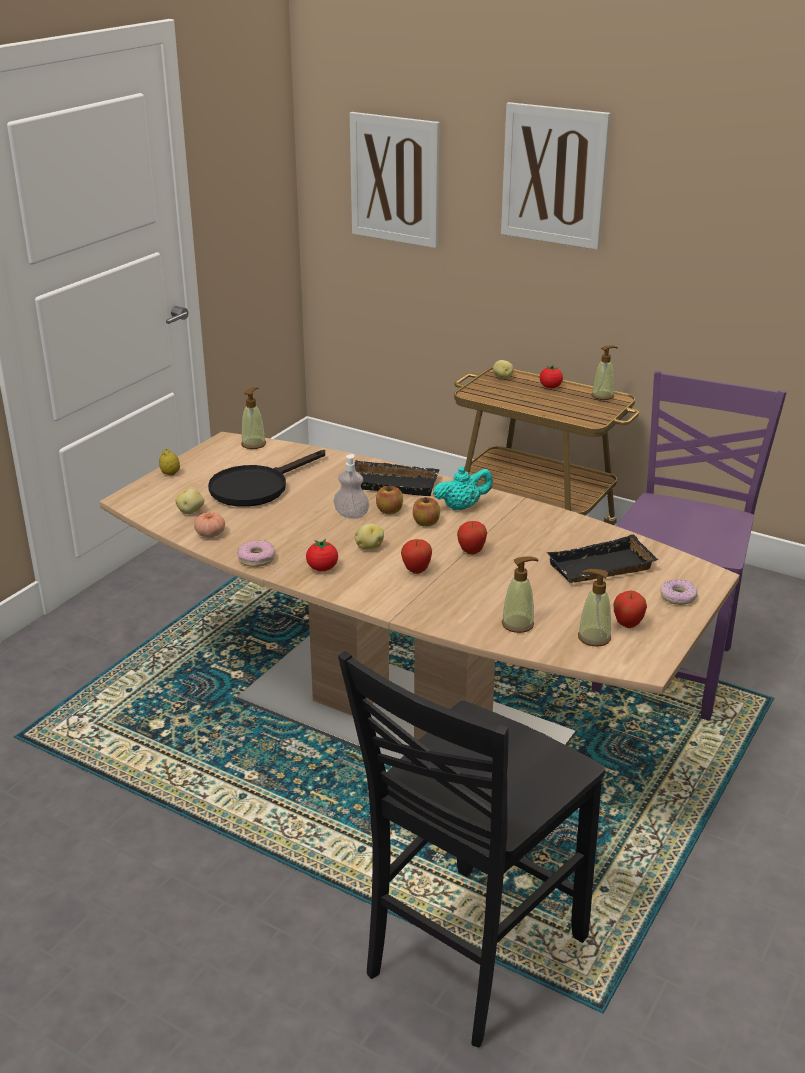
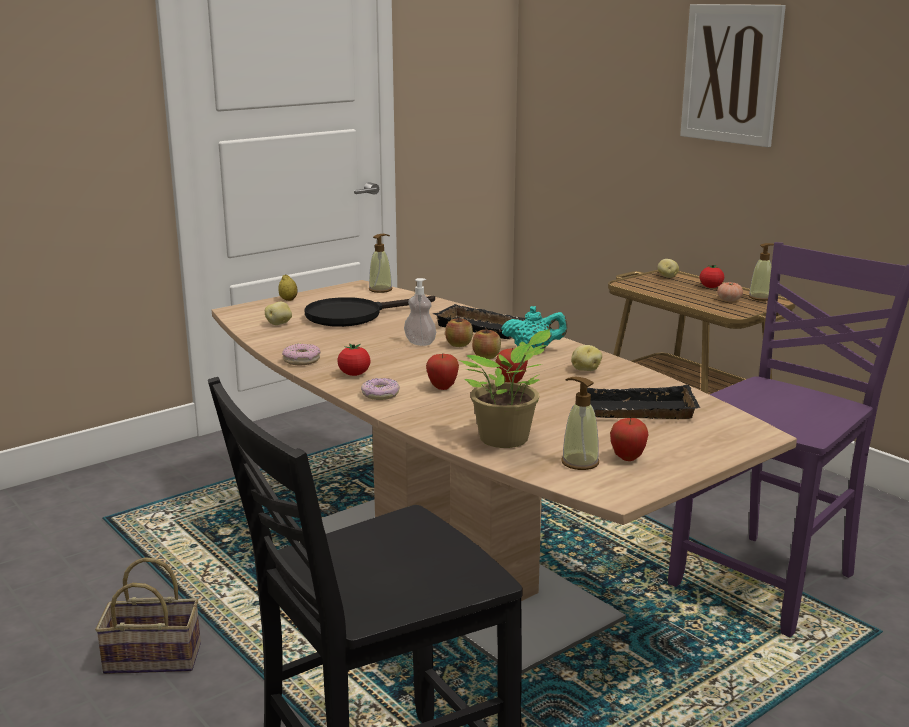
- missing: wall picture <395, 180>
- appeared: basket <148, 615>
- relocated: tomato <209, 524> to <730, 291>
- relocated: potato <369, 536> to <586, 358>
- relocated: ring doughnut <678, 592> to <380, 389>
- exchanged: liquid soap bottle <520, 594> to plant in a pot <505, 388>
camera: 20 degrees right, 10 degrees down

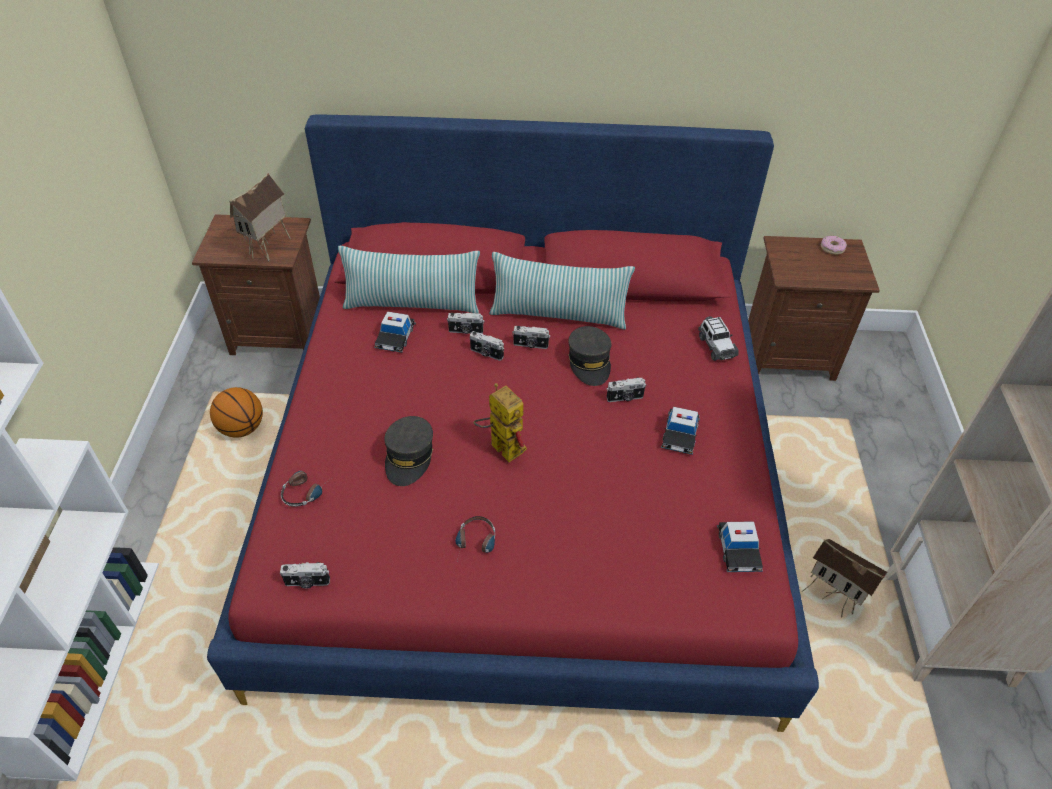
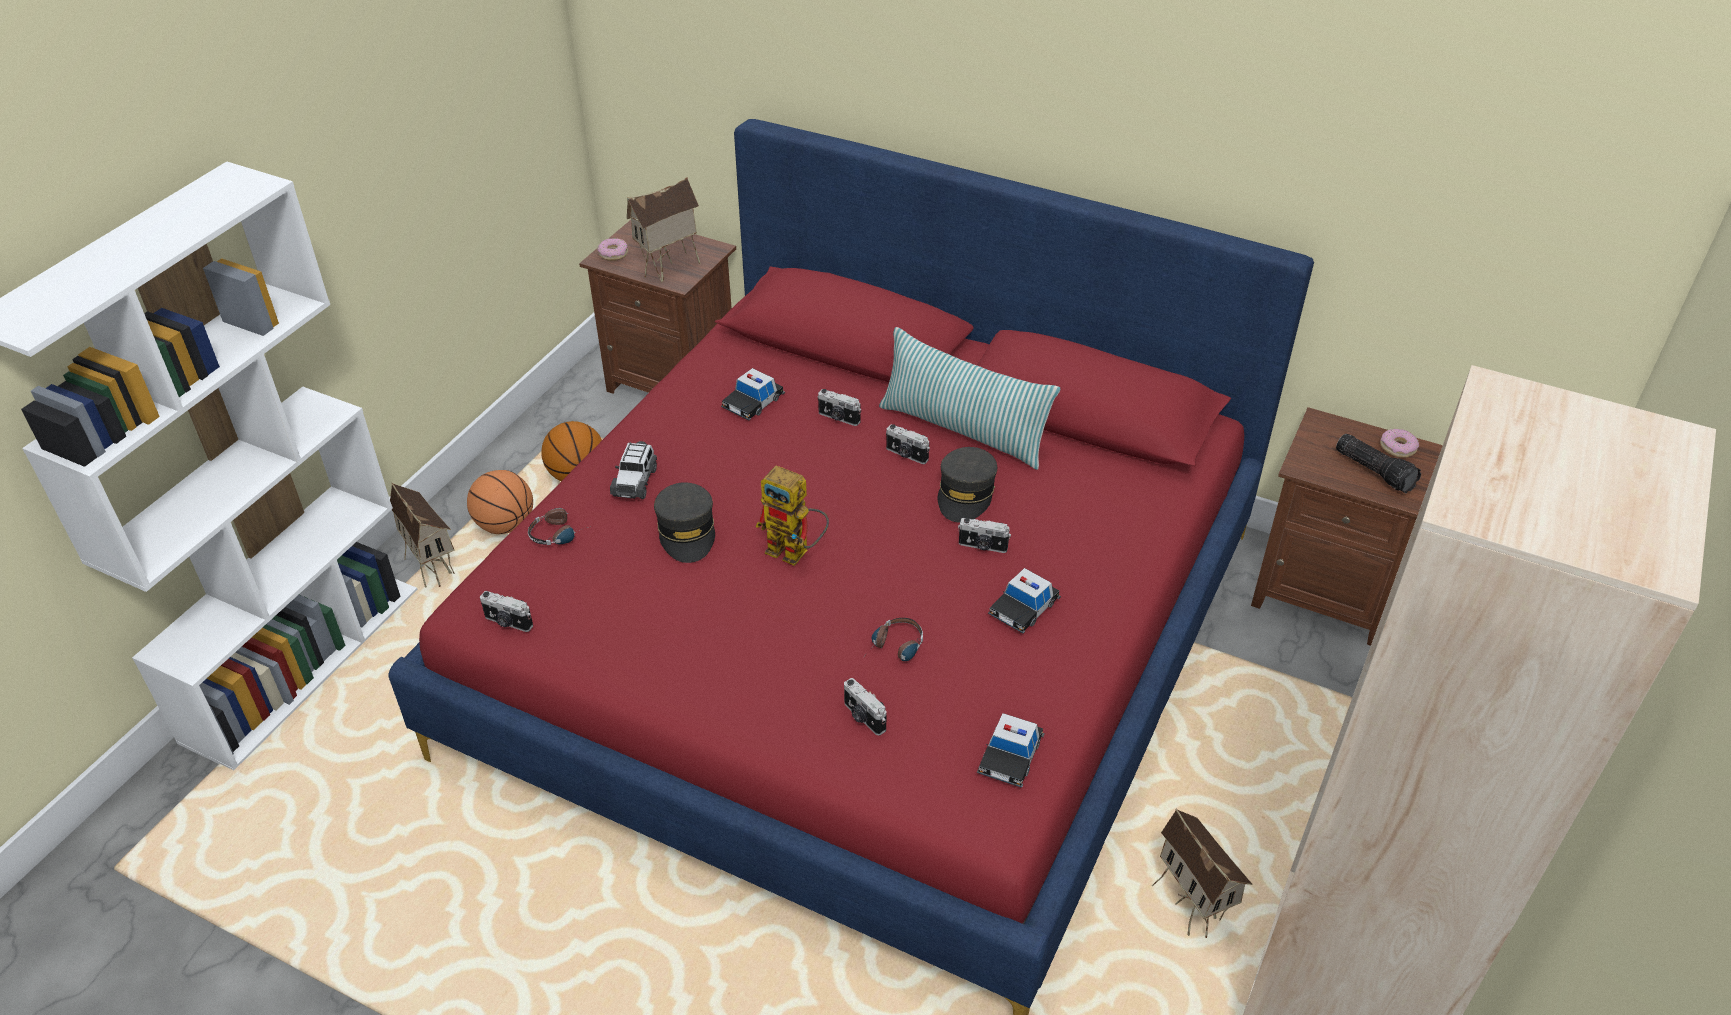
- missing: throw pillow <409, 280>
- appeared: miniature house <422, 535>
- appeared: basketball <500, 502>
- appeared: ring doughnut <612, 249>
- appeared: flashlight <1378, 463>
- relocated: headphones <475, 538> to <894, 639>
- relocated: photo camera <487, 346> to <865, 706>
- relocated: miniature car <718, 338> to <633, 470>
- spun: gray peaked cap <408, 451> = <684, 522> 45 degrees counterclockwise
- spun: model robot <500, 422> = <792, 515> 135 degrees clockwise
camera: 25 degrees right, 5 degrees down

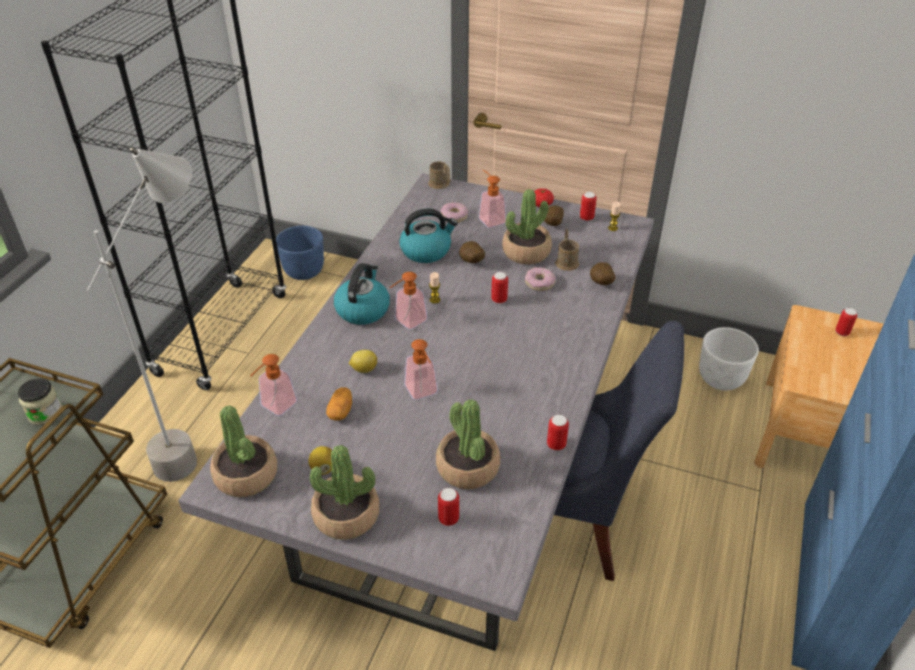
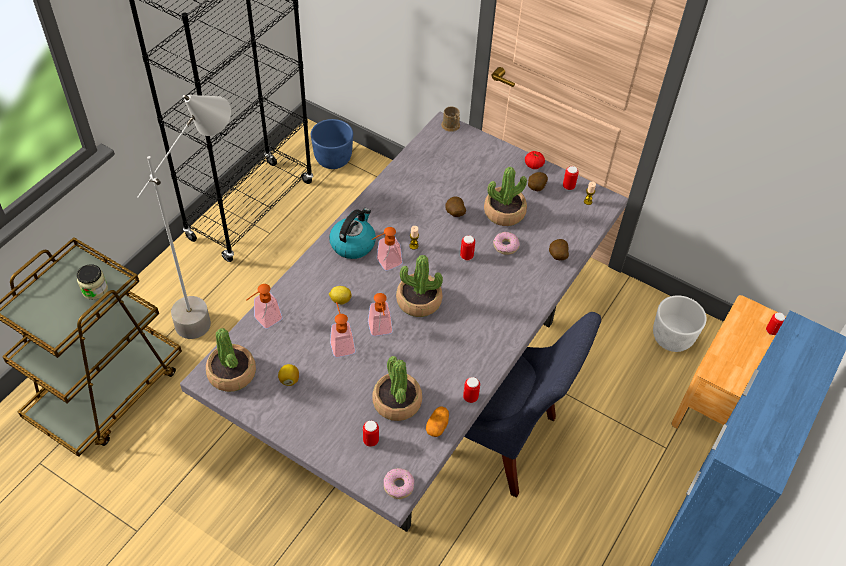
- missing: kettle <428, 235>
- missing: brown tea mug <567, 250>
- relocated: plant in a pot <344, 492> to <419, 286>
- relocated: potato <339, 403> to <437, 421>
- relocated: ring doughnut <454, 212> to <399, 483>
- relocated: liquid soap bottle <492, 199> to <343, 330>
camera: 10 degrees right, 10 degrees up

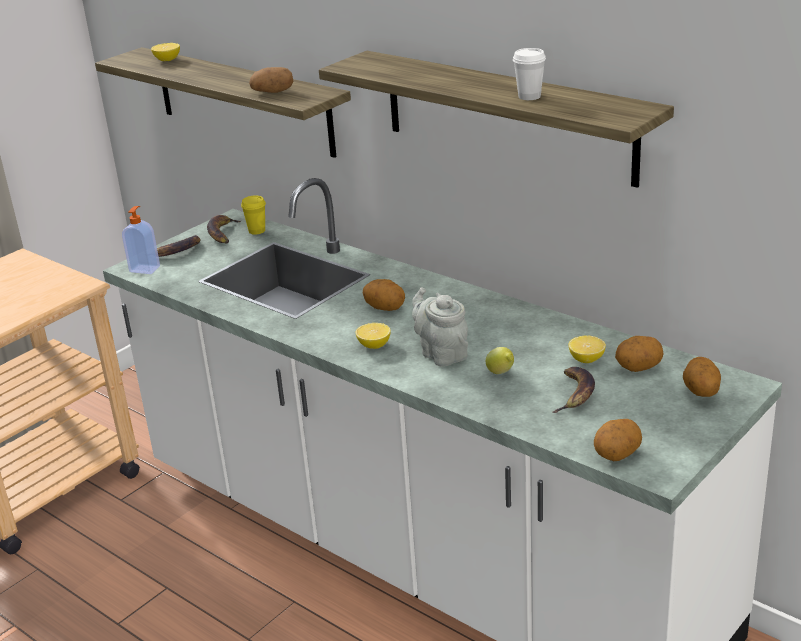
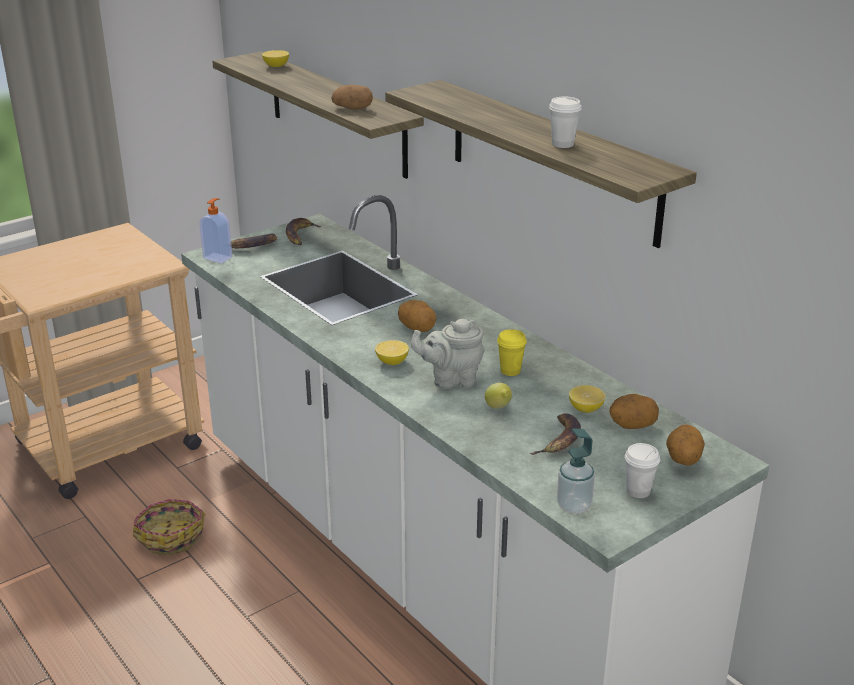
- appeared: basket <169, 527>
- appeared: white-coloured small cup <642, 470>
- relocated: yellow-coloured small cup <253, 215> to <512, 352>
- exchanged: potato <618, 440> to liquid soap bottle <576, 471>
- spun: gray pot for tea <440, 326> = <447, 354> 75 degrees counterclockwise
camera: 10 degrees right, 0 degrees up

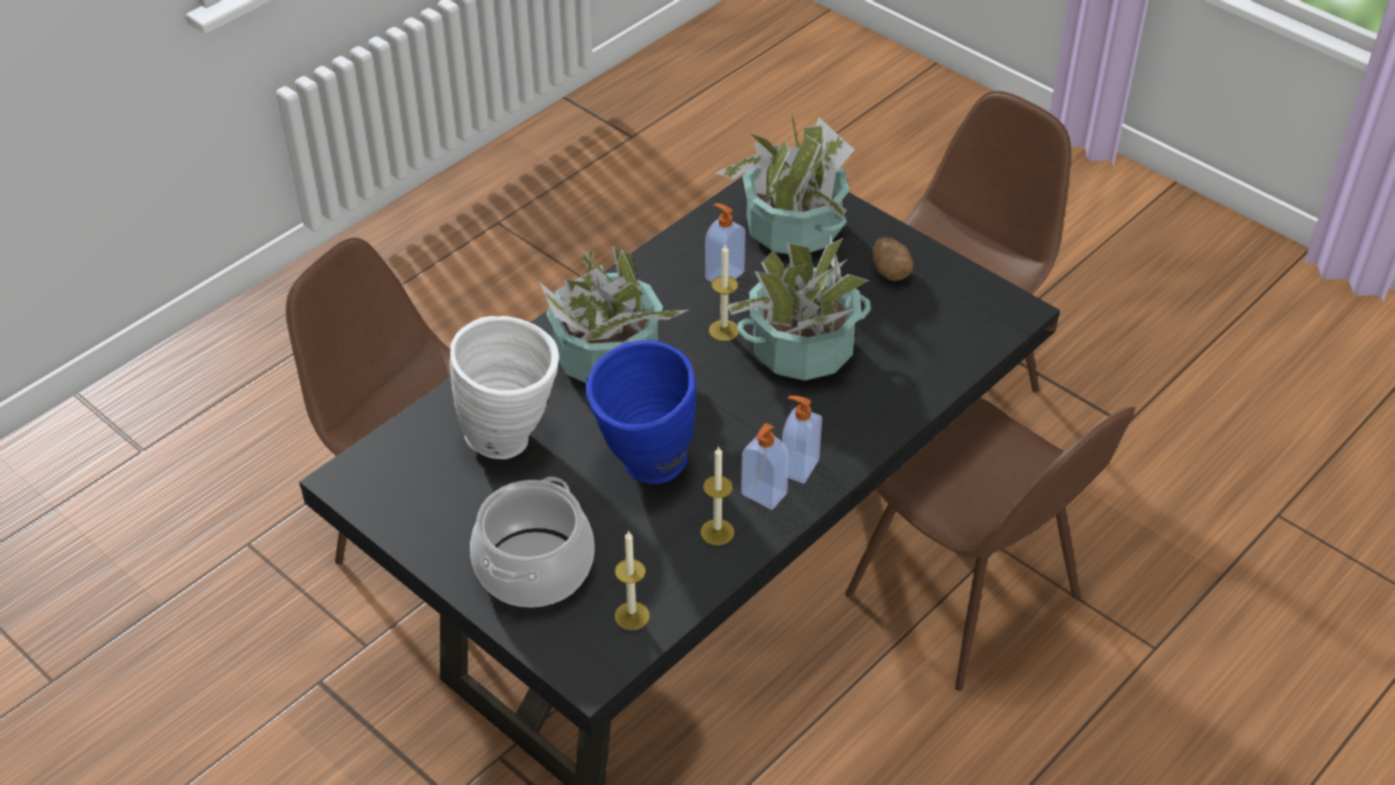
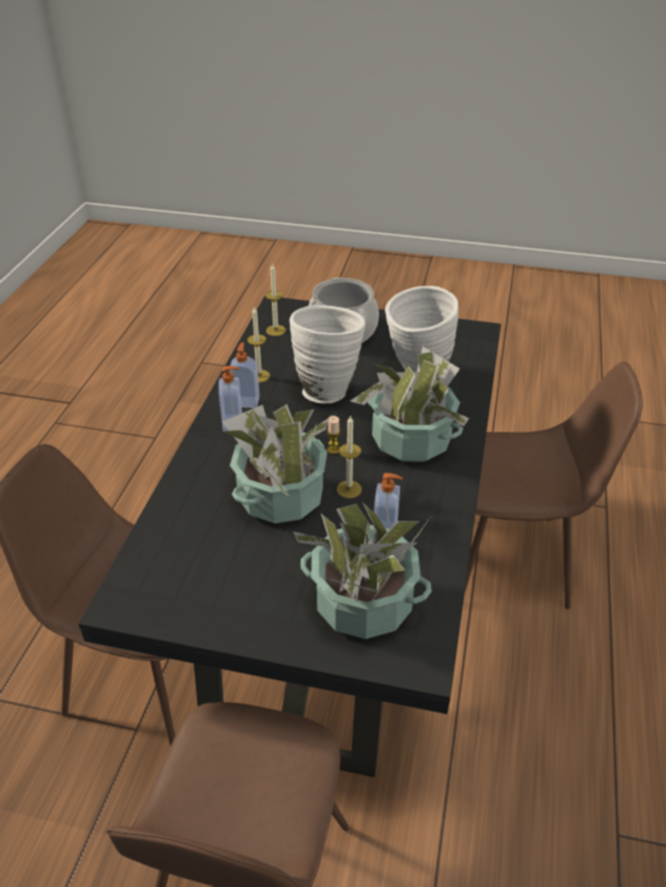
- missing: potato <893, 259>
- appeared: wax candle <334, 435>
- colour: blue decorative vase <641, 412> to white-coloured decorative vase <327, 354>
camera: 150 degrees right, 5 degrees down

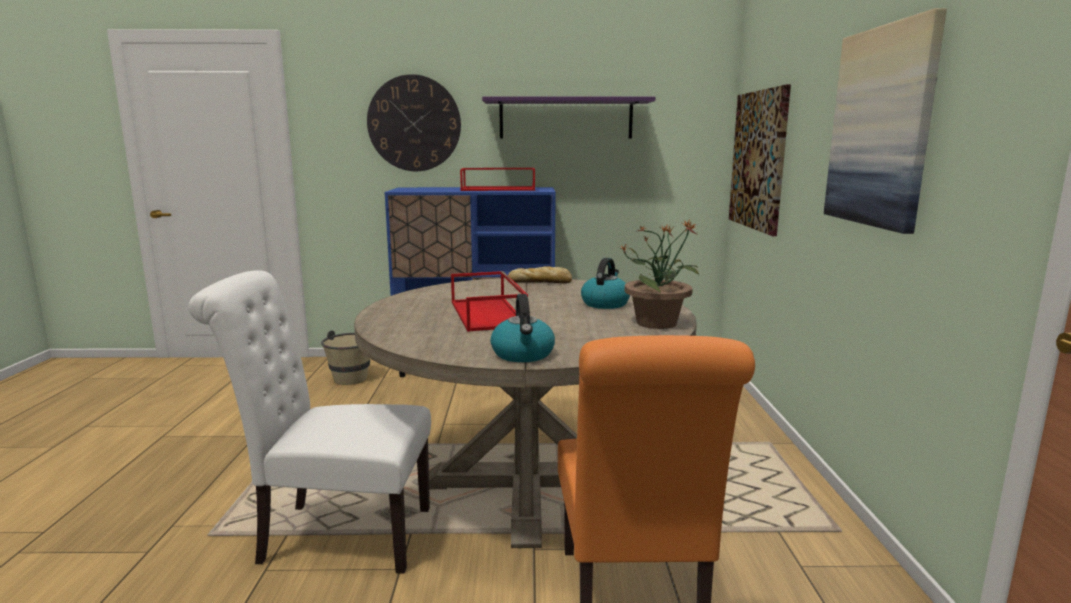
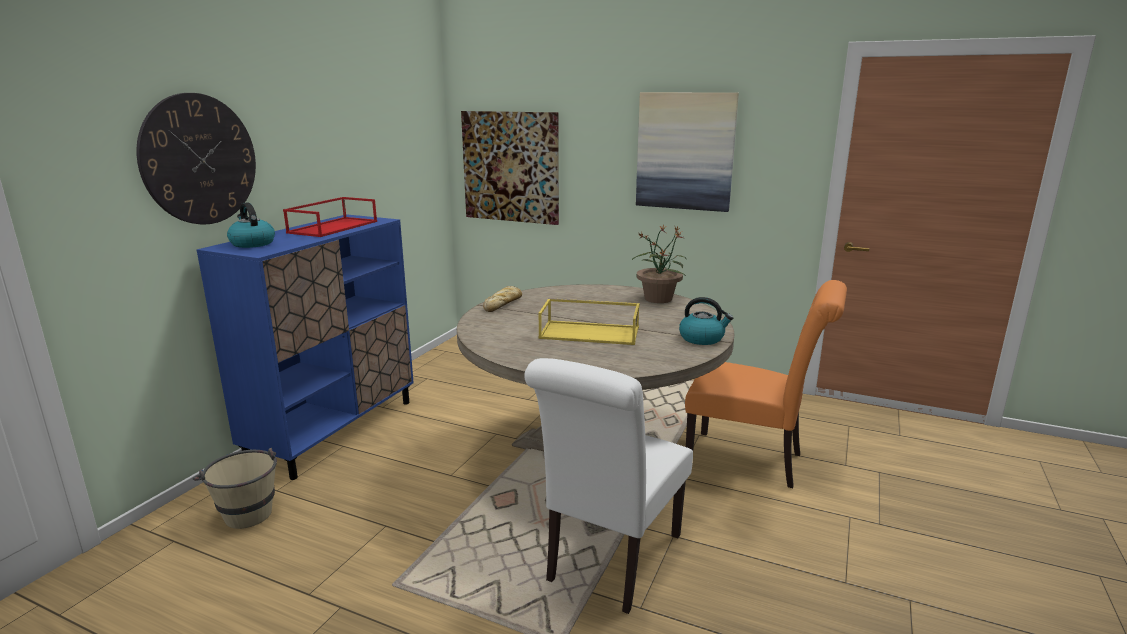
- missing: purple wall shelf <568, 117>
- relocated: kettle <605, 283> to <251, 225>
- colour: red tray <489, 301> to yellow-coloured tray <589, 321>
camera: 65 degrees left, 5 degrees up

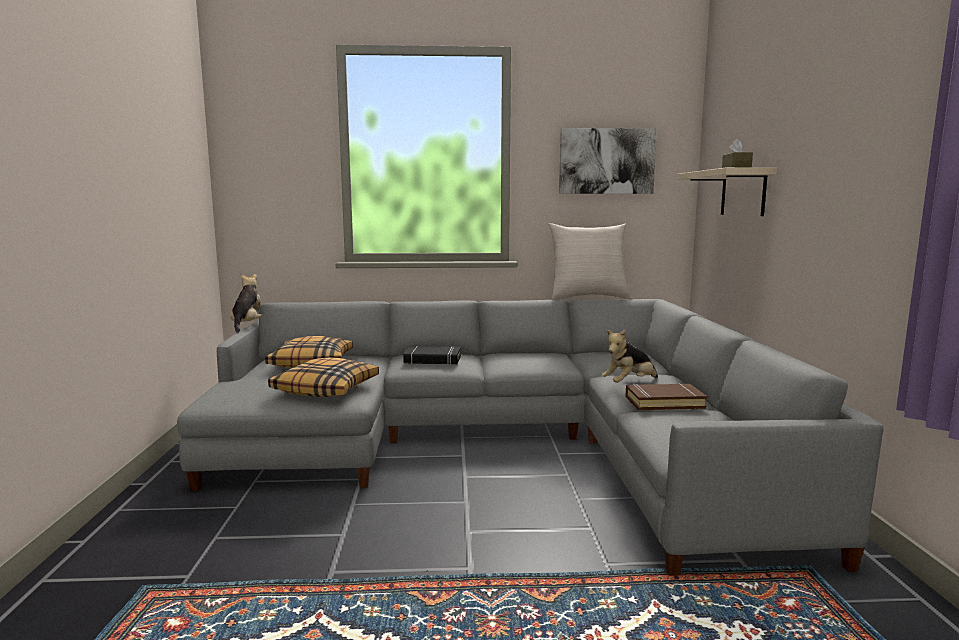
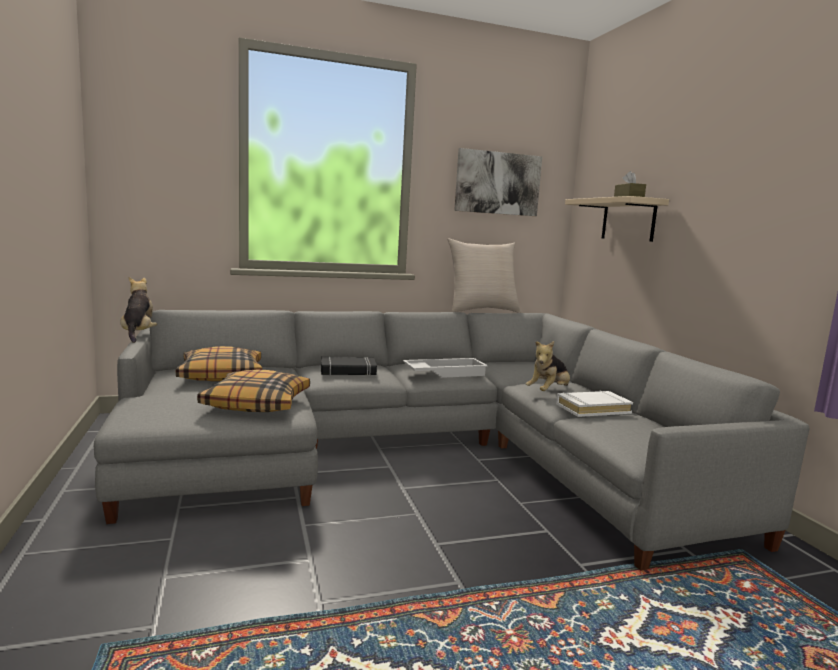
- appeared: white-coloured tray <445, 368>
- colour: brown bound book <666, 396> to white-coloured bound book <594, 404>
camera: 15 degrees left, 0 degrees up

